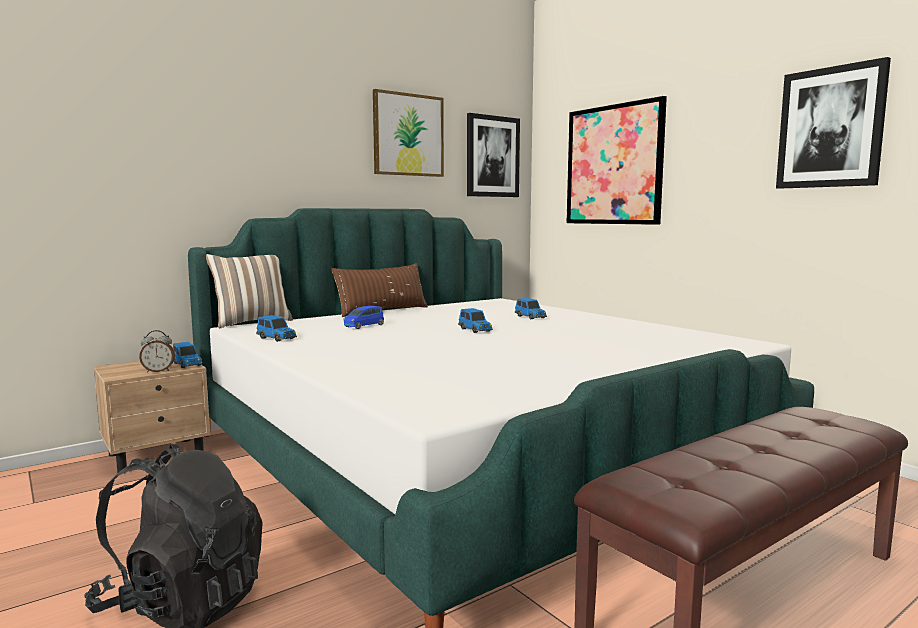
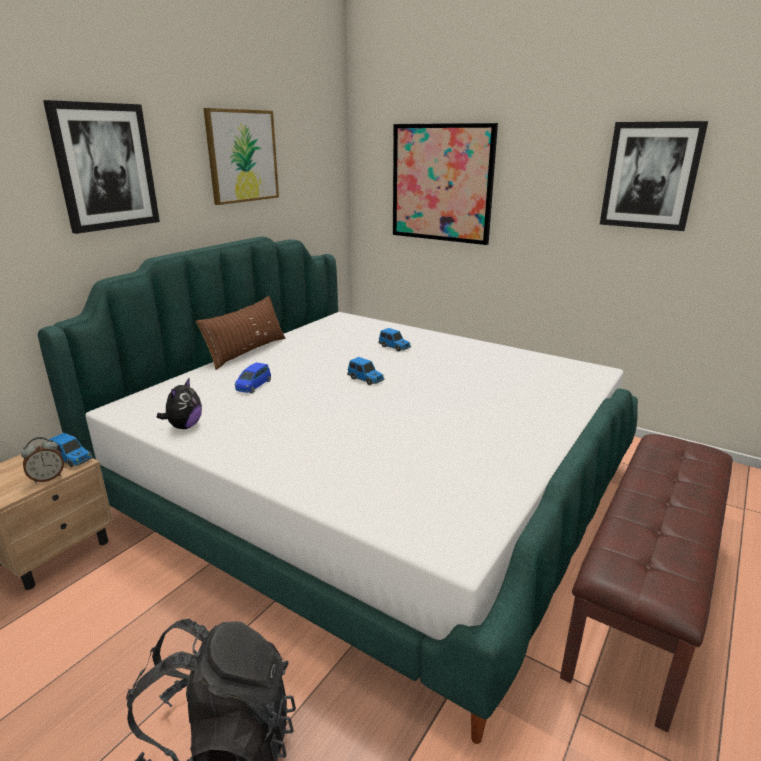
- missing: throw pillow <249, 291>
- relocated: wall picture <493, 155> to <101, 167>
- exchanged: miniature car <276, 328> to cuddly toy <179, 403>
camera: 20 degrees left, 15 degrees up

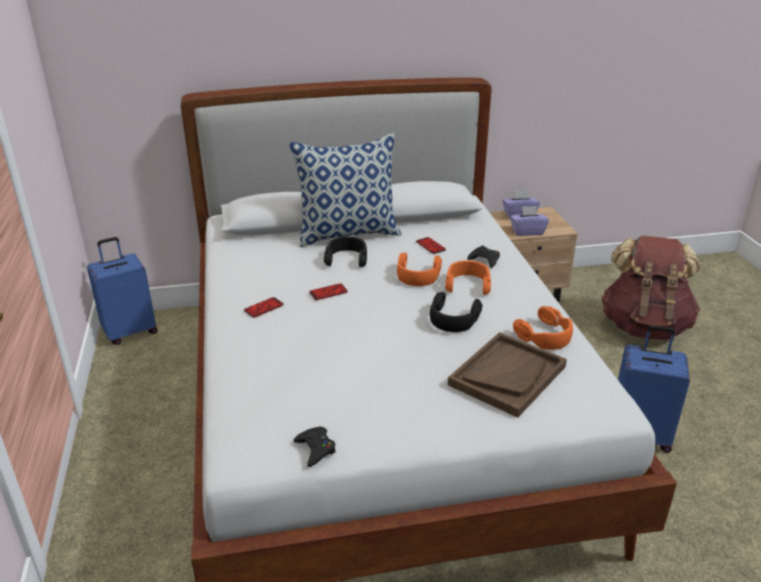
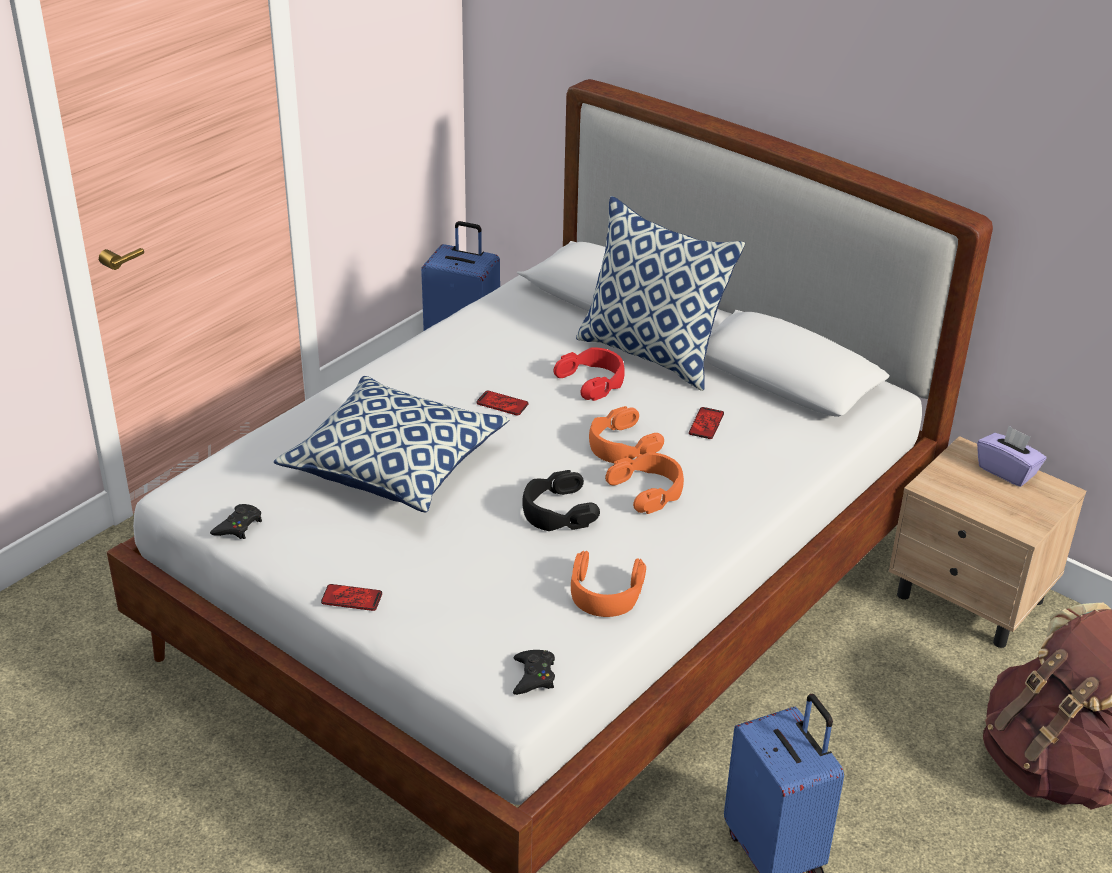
- missing: brown tray <507, 375>
- missing: purple tissue box <529, 221>
- appeared: throw pillow <391, 444>
- relocated: phone <263, 307> to <351, 597>
- relocated: blackish joypad <483, 256> to <534, 672>
- colour: blackish headphones <345, 251> to red headphones <589, 374>
camera: 50 degrees right, 5 degrees up

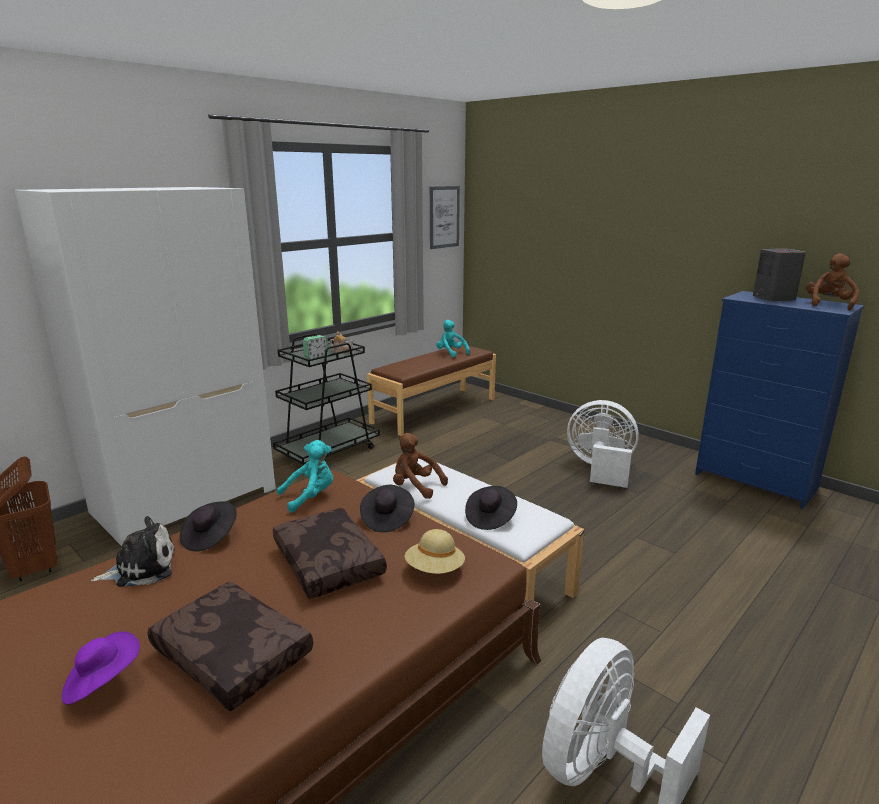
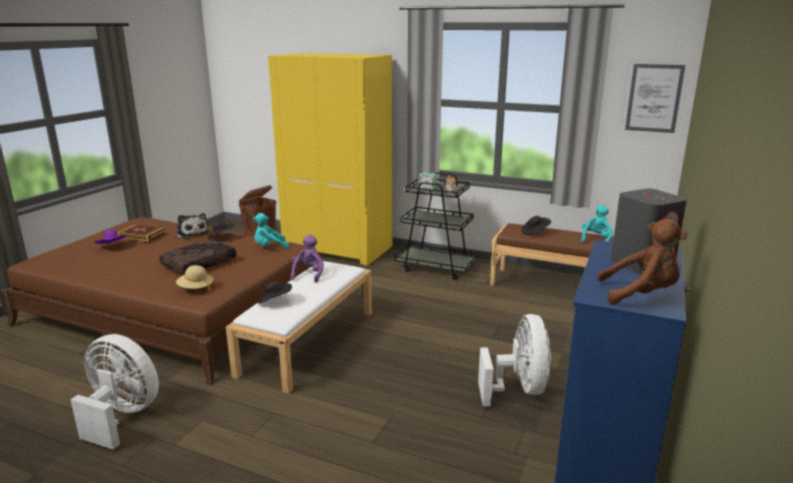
- missing: brown throw pillow <230, 646>
- appeared: bound book <141, 233>
- relocated: blackish hat <387, 508> to <536, 225>
- colour: white-coloured armoire <145, 366> to yellow-coloured armoire <330, 159>
- colour: brown cuddly toy <420, 466> to purple cuddly toy <307, 258>
- spun: turquoise-coloured cuddly toy <305, 476> = <271, 231> 120 degrees clockwise
camera: 70 degrees right, 0 degrees up

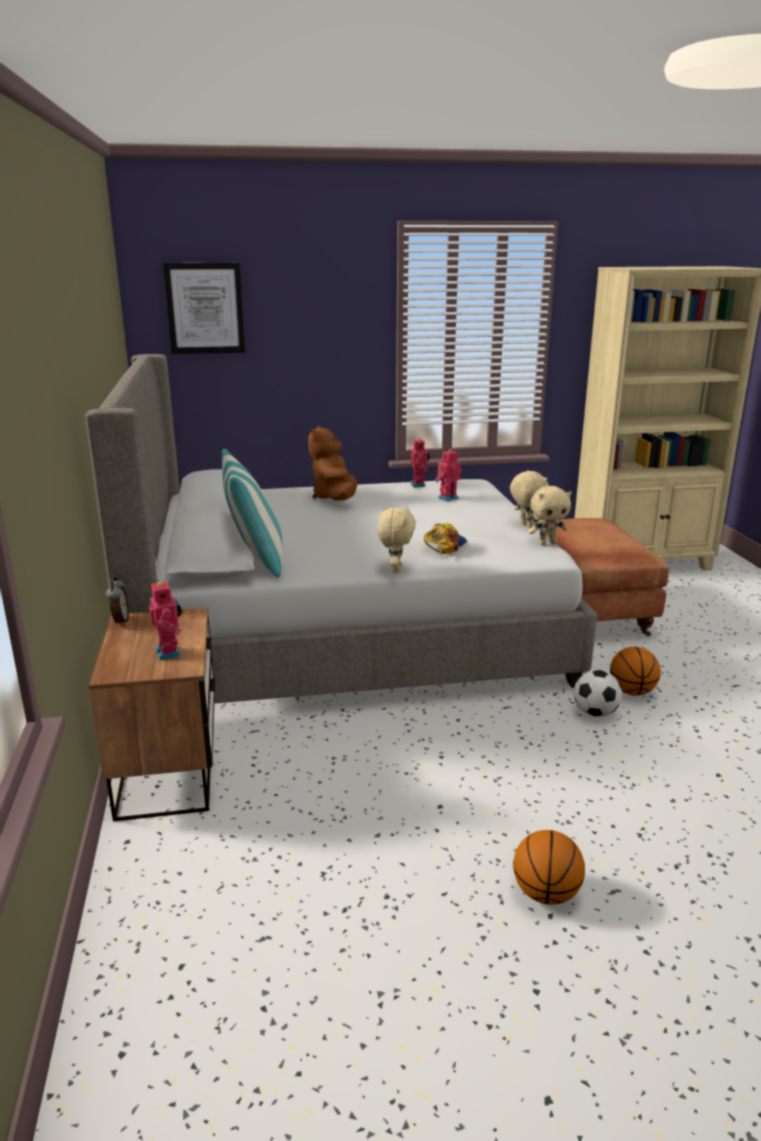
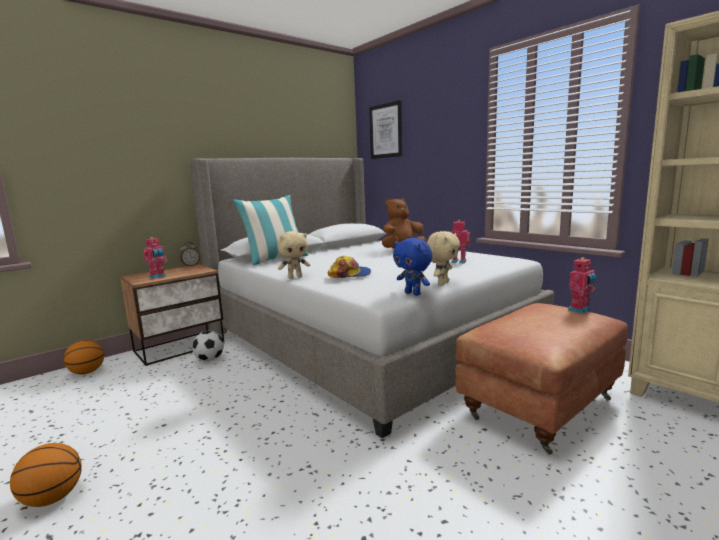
- relocated: model robot <420, 462> to <582, 285>
- relocated: football <598, 693> to <208, 346>
- relocated: basketball <635, 671> to <84, 357>
- colour: sand-coloured cuddly toy <550, 515> to blue cuddly toy <413, 267>
camera: 60 degrees right, 10 degrees down

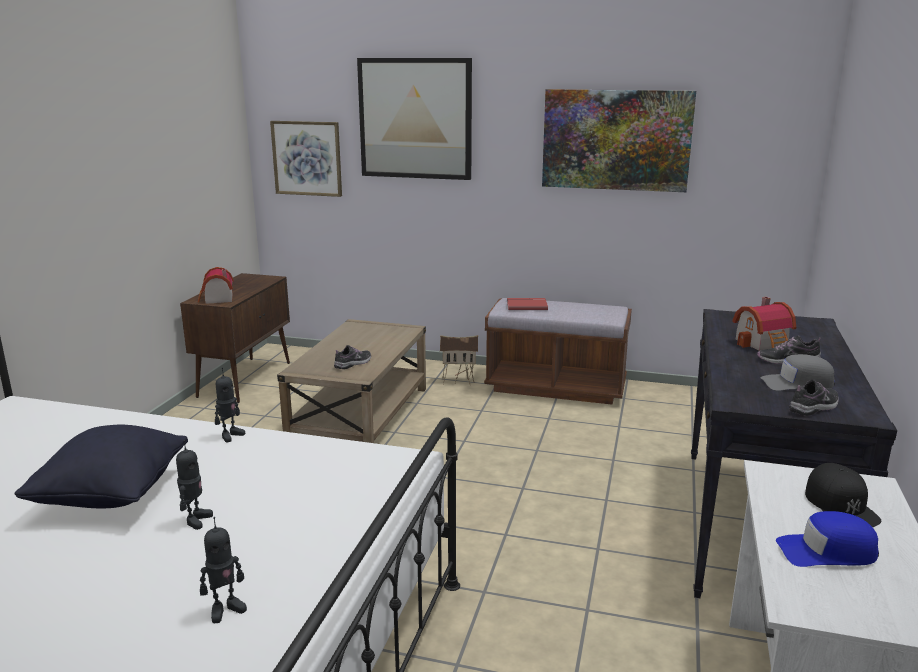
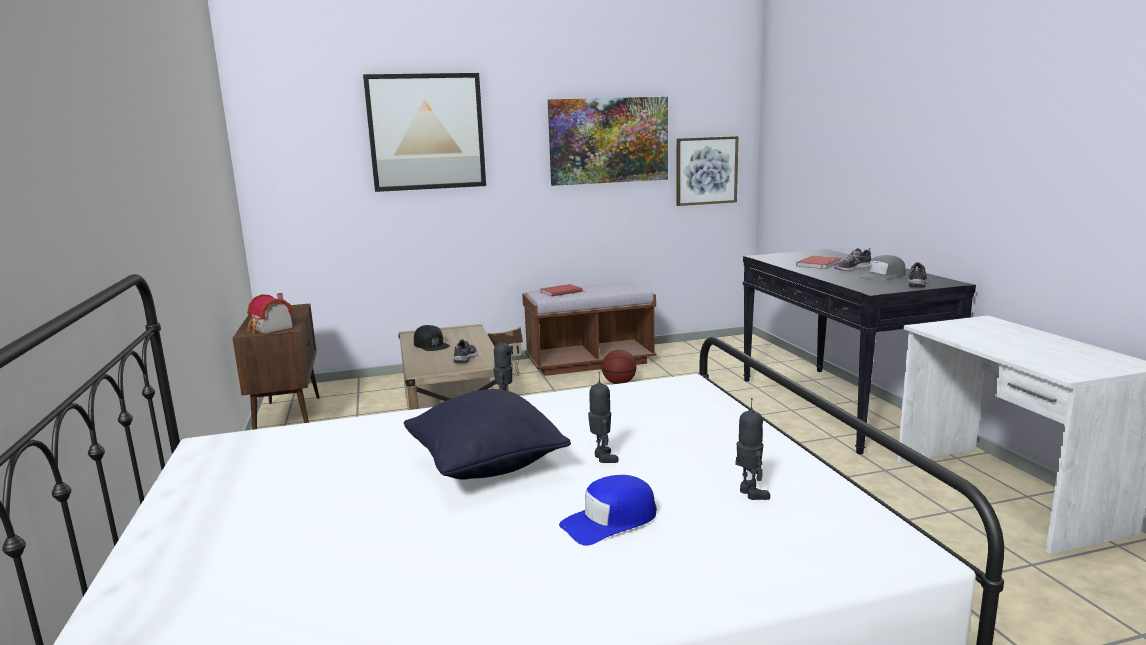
- appeared: basketball <619, 367>
- relocated: wall picture <306, 159> to <707, 171>
- relocated: blue peaked cap <827, 539> to <608, 510>
- relocated: blackish peaked cap <843, 495> to <432, 338>
- exchanged: miniature house <764, 324> to red bound book <818, 262>
- spun: model robot <223, 570> = <752, 449> 45 degrees counterclockwise
camera: 30 degrees left, 5 degrees down

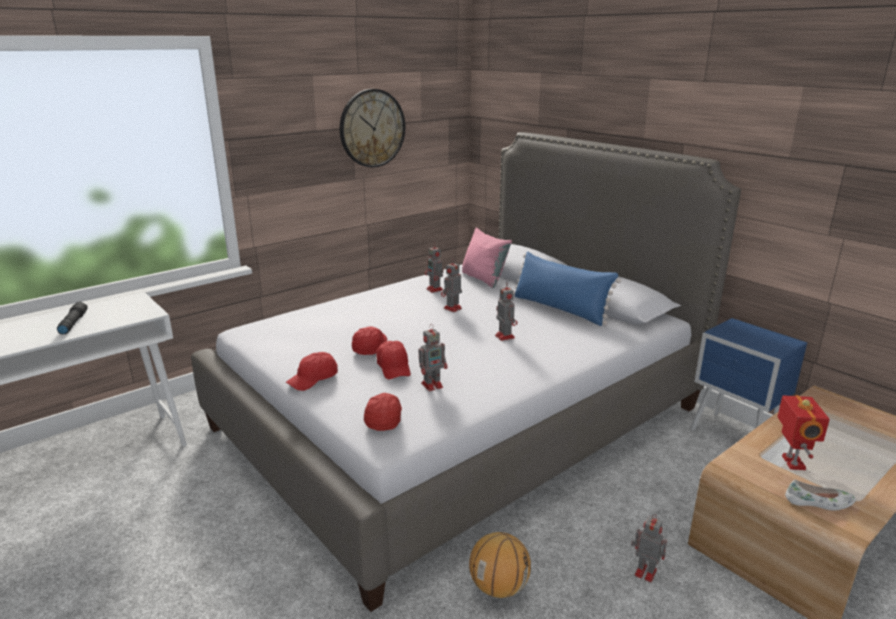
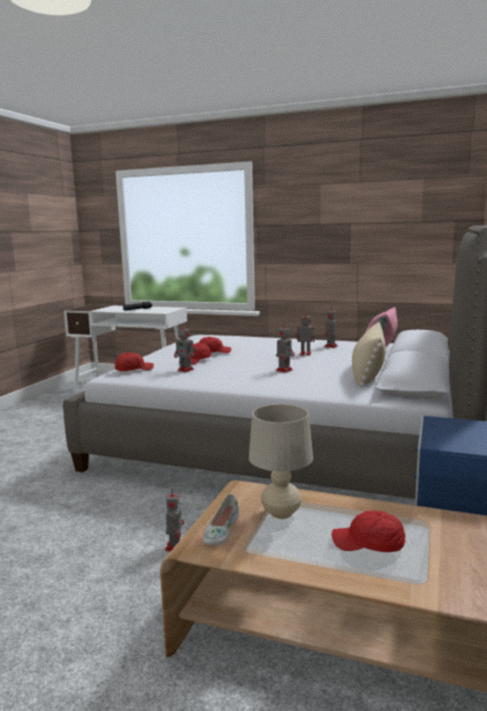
- missing: hanging clock <372, 128>
- missing: basketball <500, 565>
- relocated: red peaked cap <312, 371> to <369, 531>
- exchanged: model robot <803, 432> to sand-coloured tabletop lamp <281, 461>
- colour: blue throw pillow <567, 288> to sand-coloured throw pillow <369, 354>
- spun: white-coloured item of footwear <820, 495> = <221, 520> 45 degrees clockwise
camera: 60 degrees right, 10 degrees down

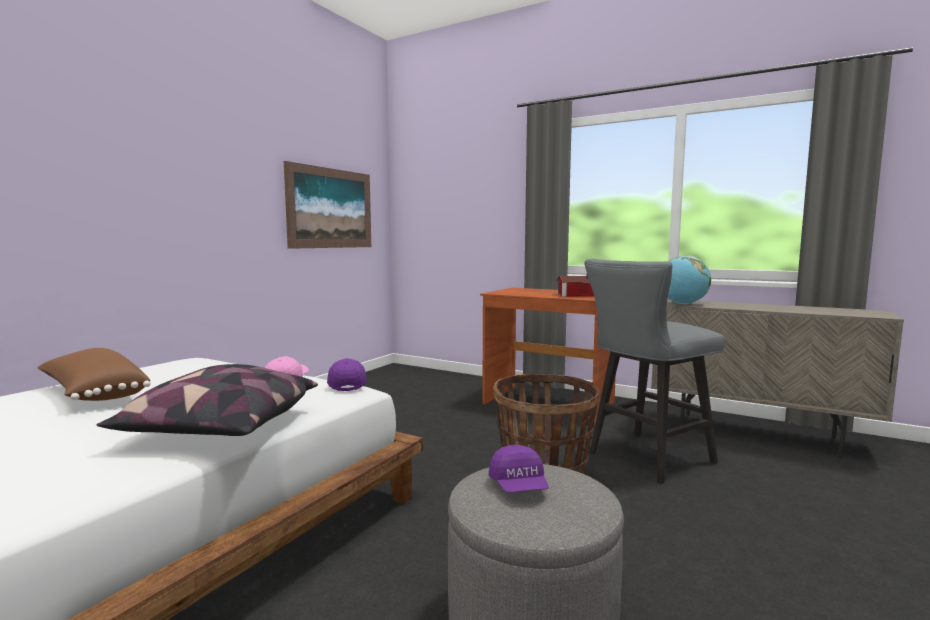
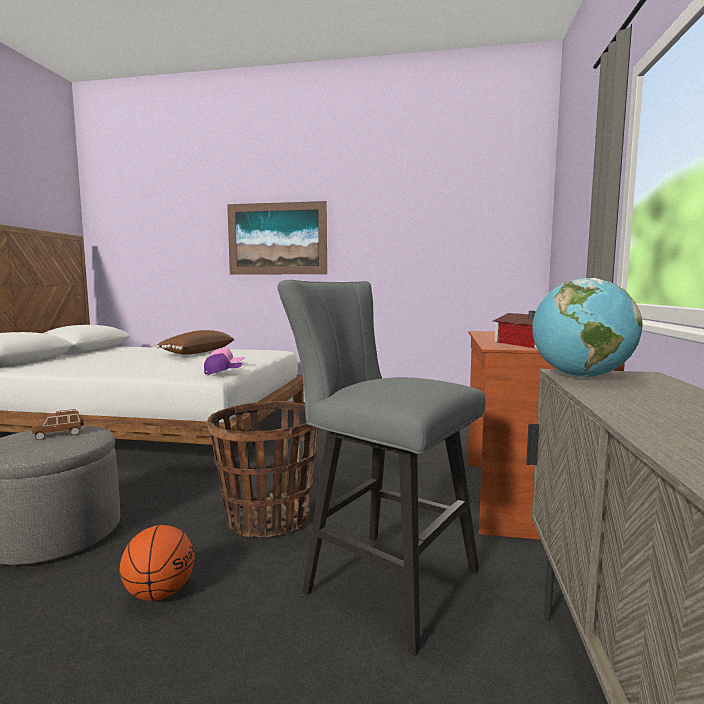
- missing: throw pillow <207, 400>
- appeared: basketball <157, 563>
- relocated: wall picture <327, 205> to <277, 238>
- exchanged: purple peaked cap <518, 469> to brown miniature car <58, 424>
camera: 70 degrees right, 0 degrees up

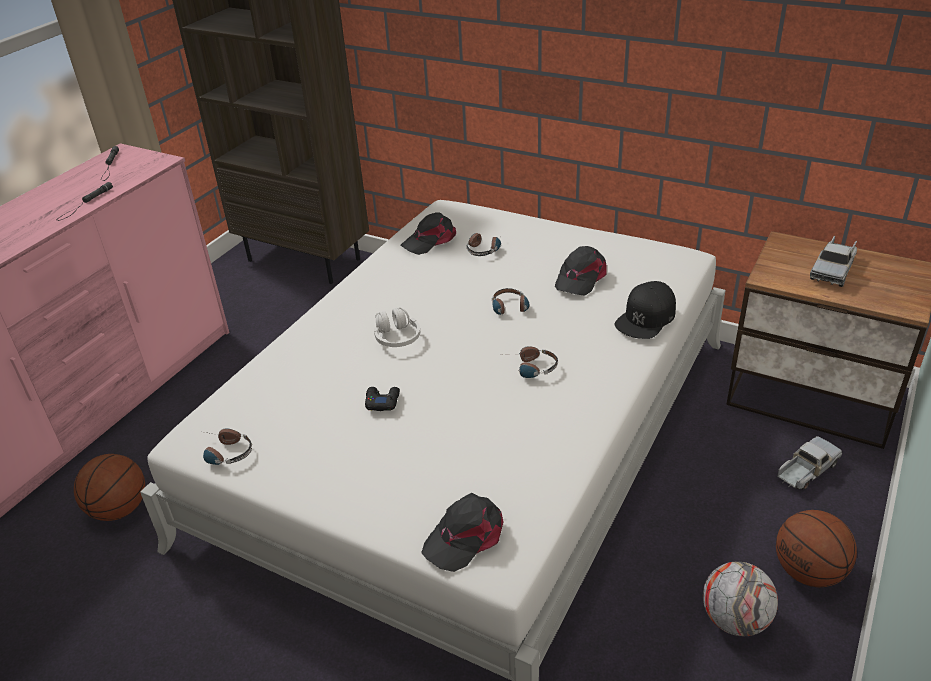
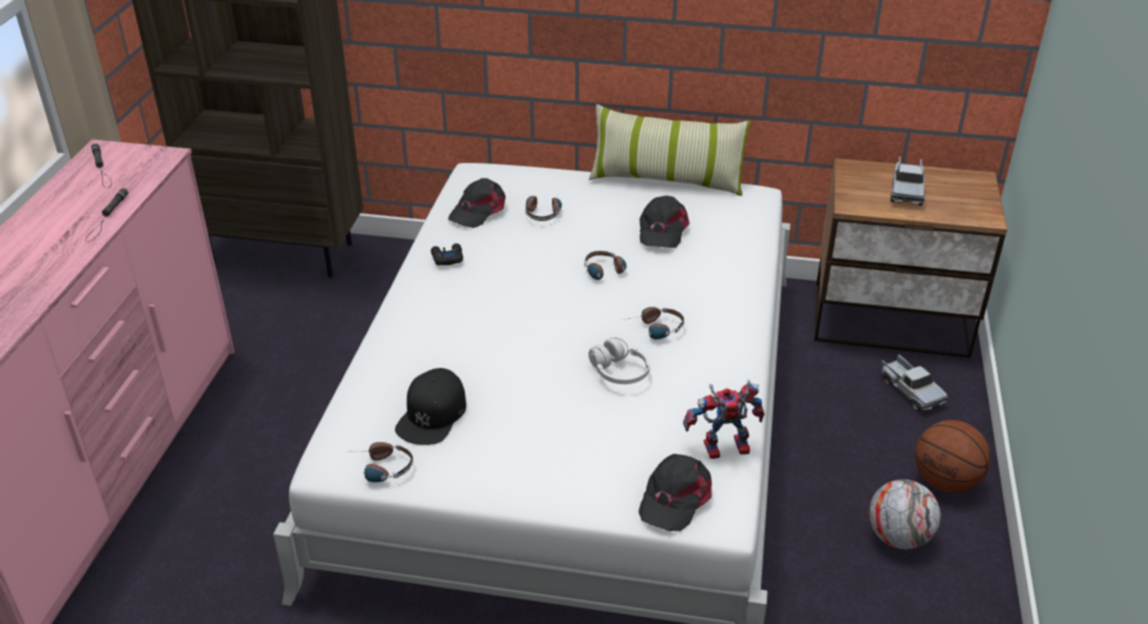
- missing: basketball <109, 487>
- appeared: throw pillow <670, 150>
- appeared: model robot <723, 419>
- relocated: blackish joypad <382, 399> to <447, 254>
- relocated: white-coloured headphones <397, 327> to <619, 360>
- relocated: blackish peaked cap <645, 310> to <430, 406>
- spun: model truck <809, 463> = <914, 382> 120 degrees clockwise
camera: 20 degrees left, 0 degrees up

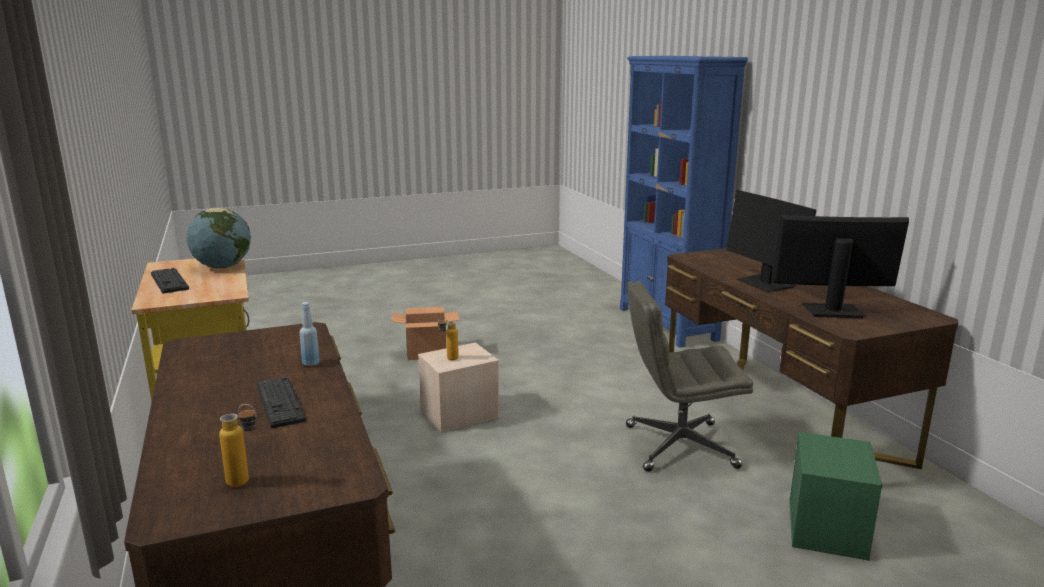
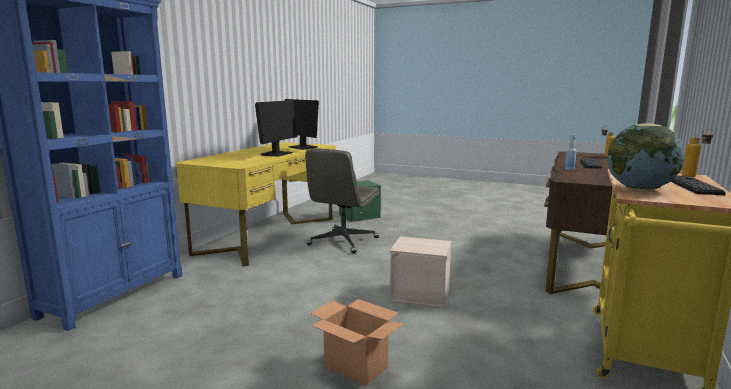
- relocated: beverage bottle <448, 338> to <698, 153>
- colour: brown desk unit <811, 358> to yellow-coloured desk unit <256, 204>
- spun: gray desk chair <689, 376> = <342, 201> 75 degrees clockwise
camera: 135 degrees left, 5 degrees down

